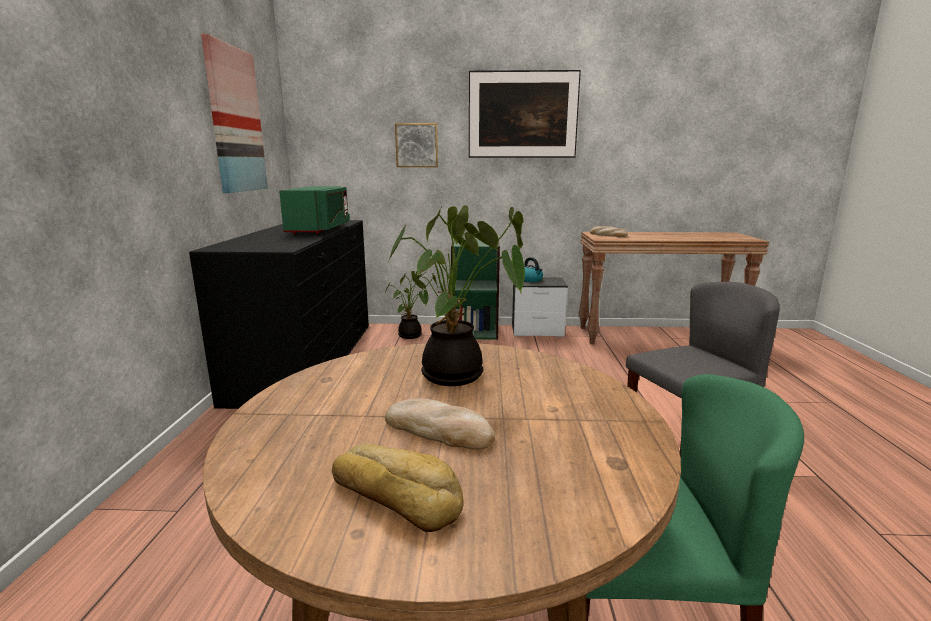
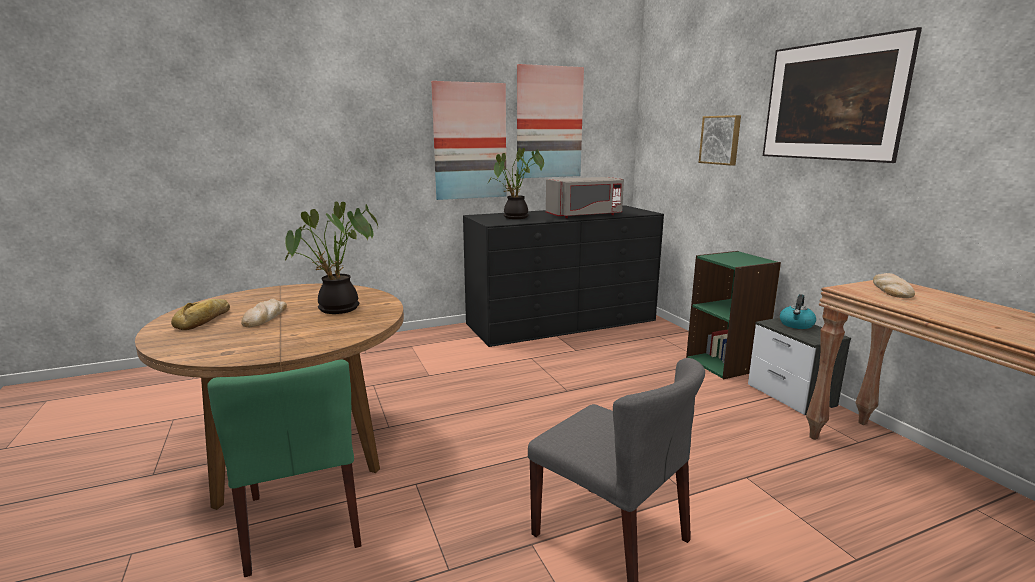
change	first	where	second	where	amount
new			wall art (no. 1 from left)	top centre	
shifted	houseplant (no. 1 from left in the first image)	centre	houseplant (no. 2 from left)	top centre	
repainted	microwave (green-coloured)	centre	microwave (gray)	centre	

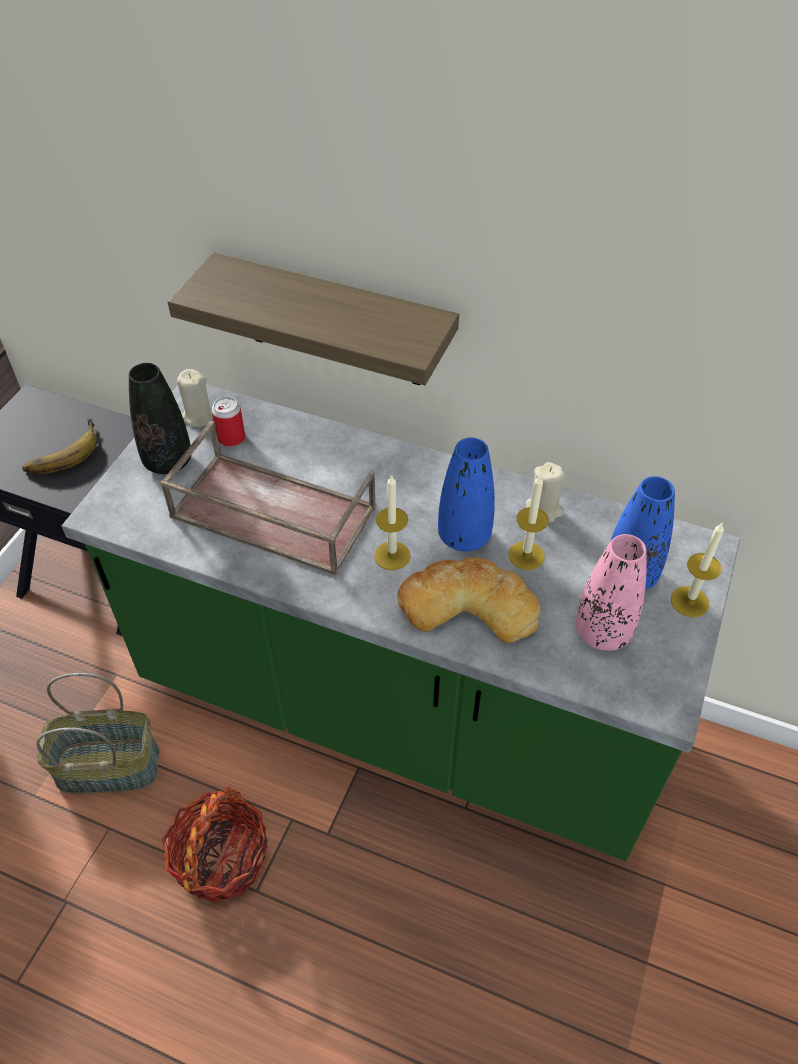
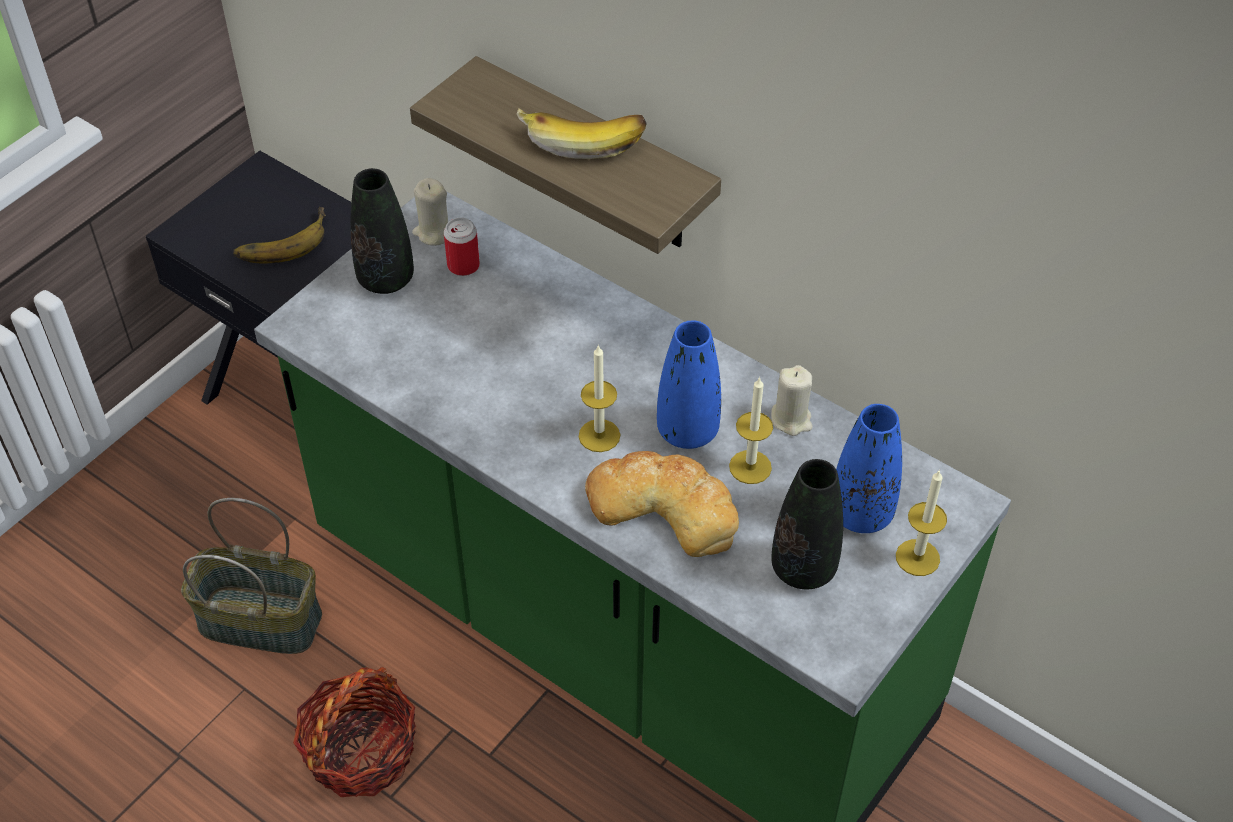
change	first	where	second	where	amount
gone	tray (brown-coloured)	centre			
new			banana (no. 2 from left)	top centre	
repainted	flower vase (pink-coloured)	middle right	flower vase (black) (no. 2 from left)	centre	

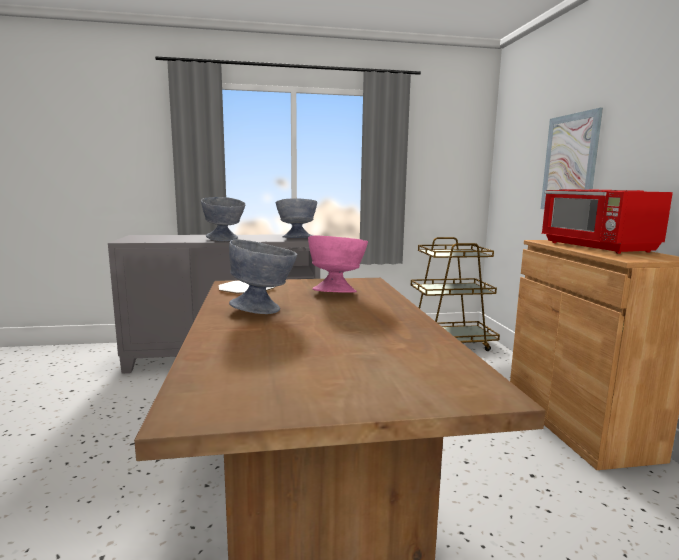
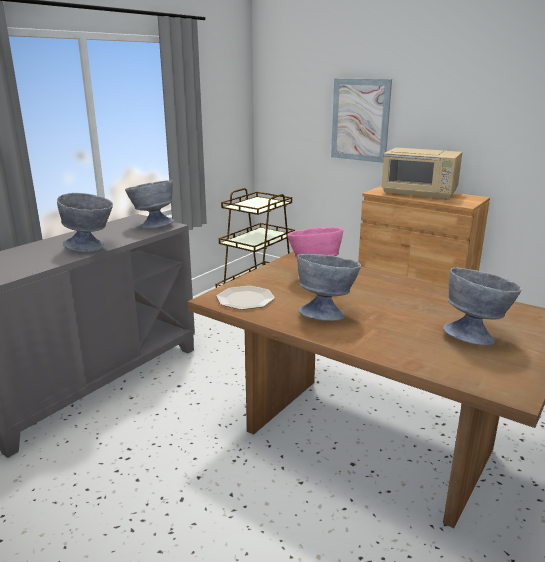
change	first	where	second	where	amount
new			serving bowl (gray) (no. 4 from left)	middle right	
repainted	microwave (red-coloured)	middle right	microwave (beige)	top right	

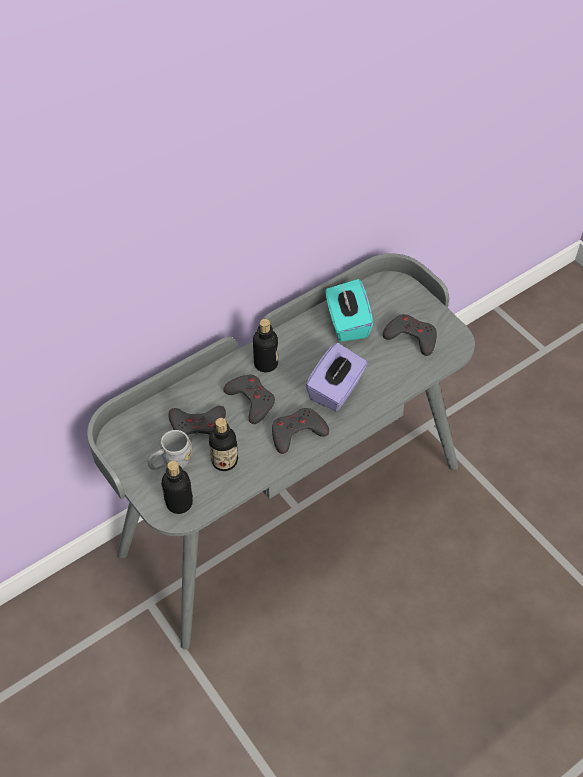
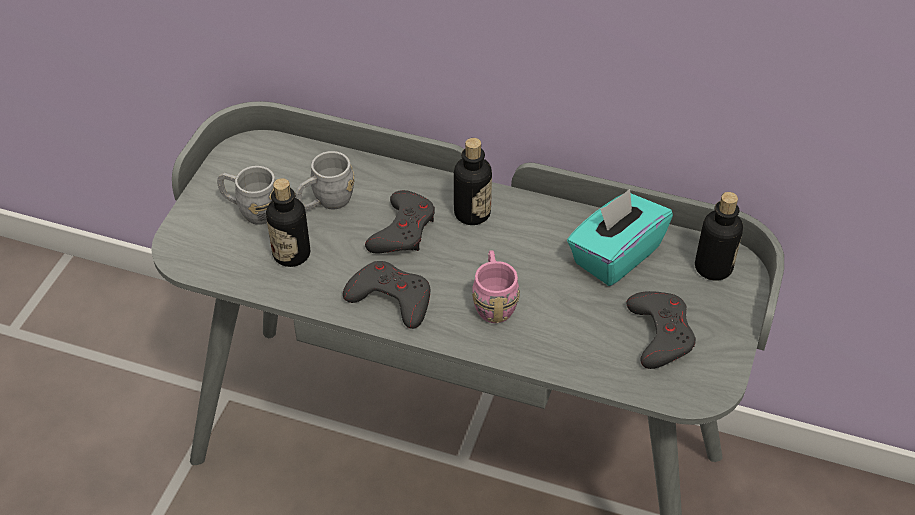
change	first	where	second	where	amount
shifted	bottle (no. 1 from left in the first image)	middle left	bottle (no. 3 from left)	middle right	
swapped	game controller (gray) (no. 1 from left)	centre	coffee mug (gray) (no. 2 from left)	centre	
swapped	tissue holder (purplish)	centre	coffee mug (pink-coloured)	centre	

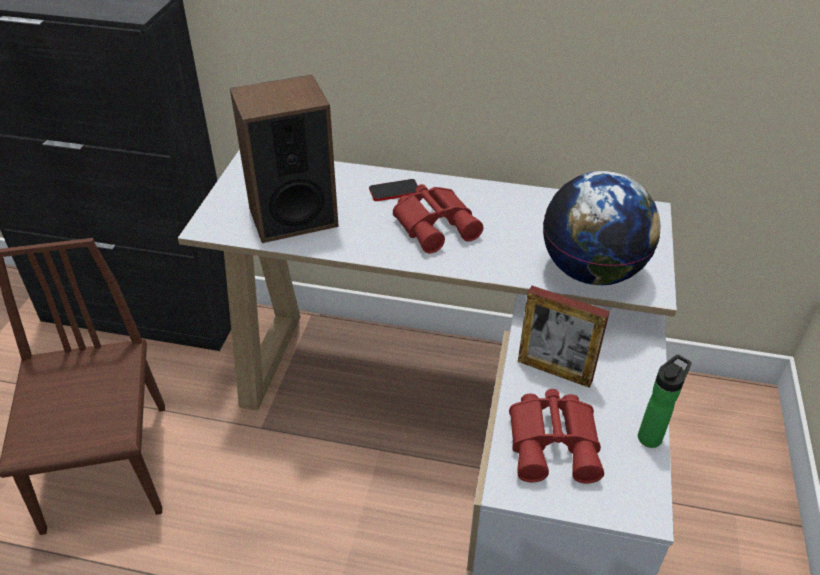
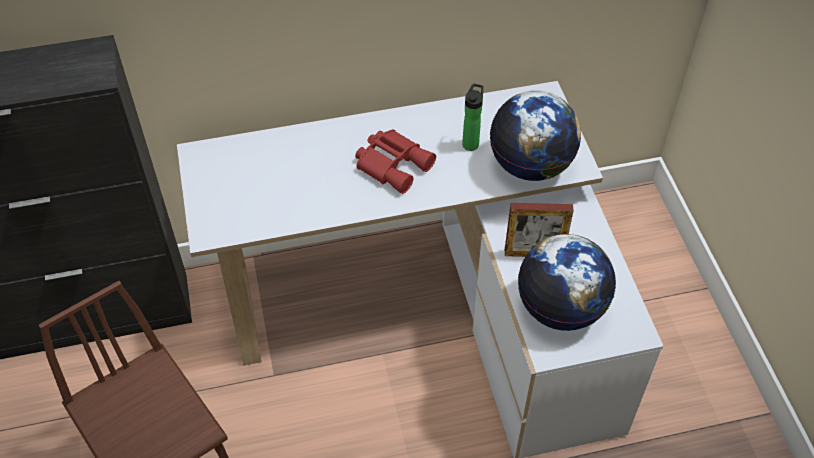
change	first	where	second	where	amount
gone	speaker	top centre			
gone	telephone	top centre			
shifted	bottle	bottom right		top centre	
swapped	field glasses (red-coloured) (no. 2 from left)	bottom right	world globe (no. 2 from left)	middle right	

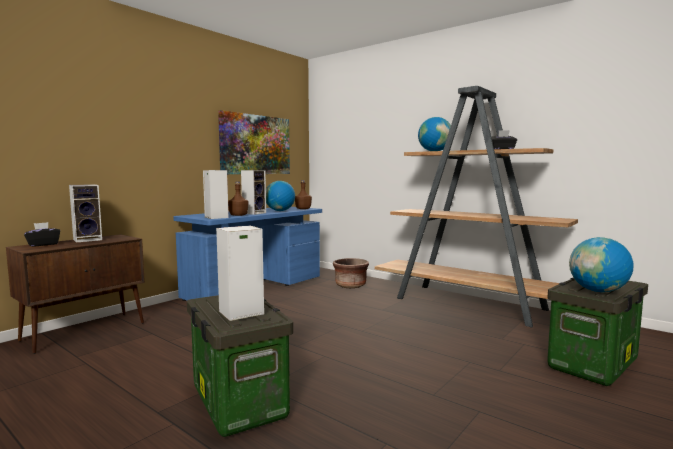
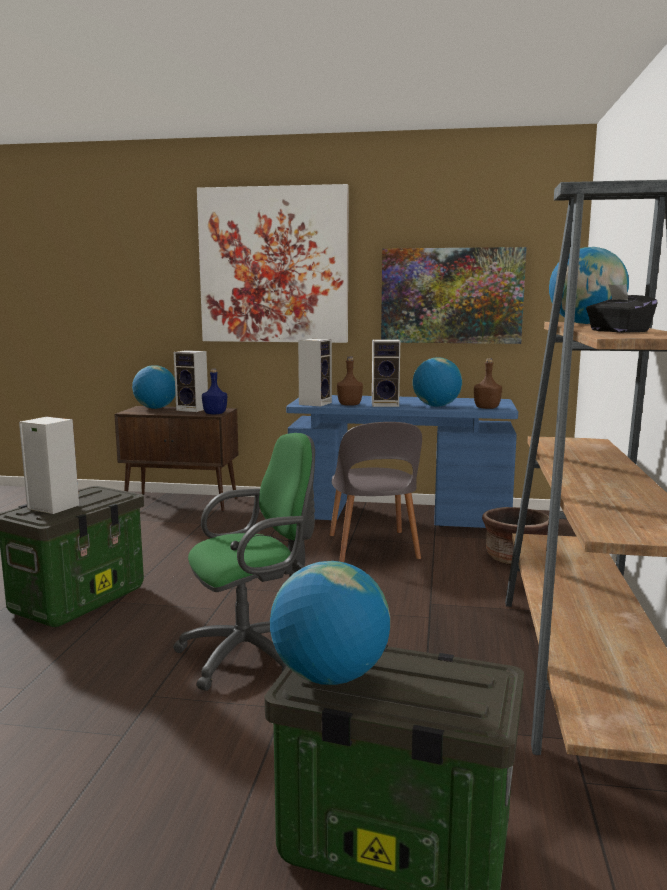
change	first	where	second	where	amount
new			desk chair (green-coloured)	centre	
new			wall art (no. 1 from left)	top centre	
new			bottle (blue-coloured)	middle left	
new			chair (gray)	centre	
swapped	tissue holder (black) (no. 1 from left)	middle left	world globe (no. 1 from left)	middle left	

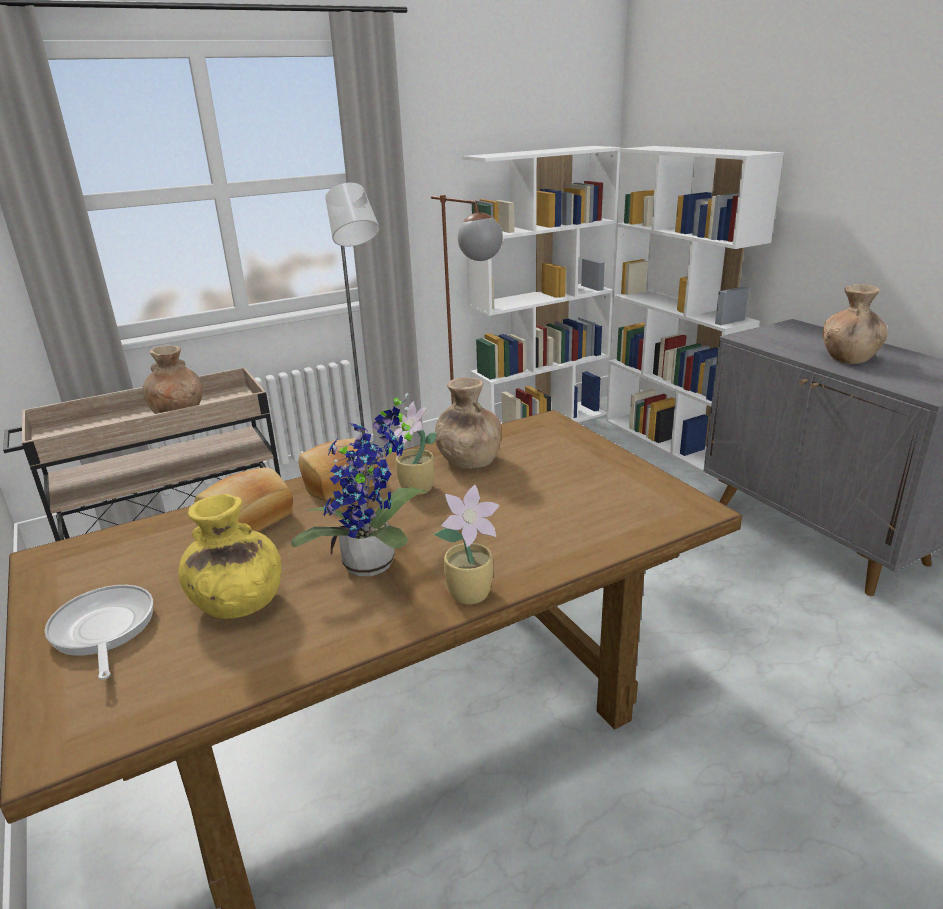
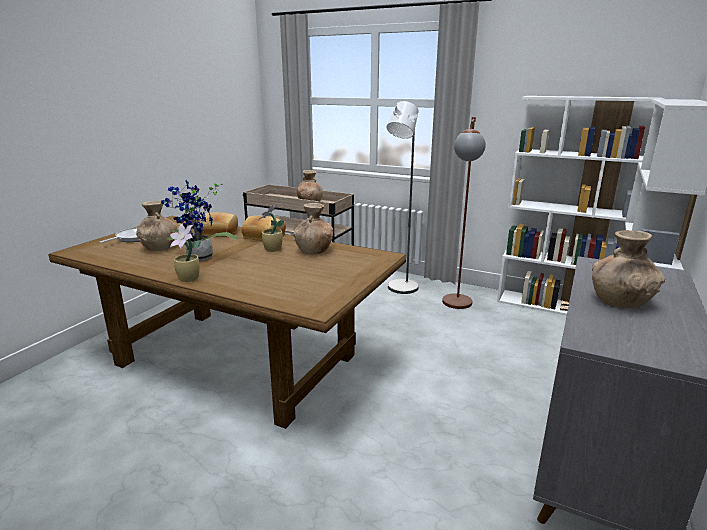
change	first	where	second	where	amount
repainted	flower vase (yellow-coloured)	middle left	flower vase (brown-coloured) (no. 1 from left)	middle left	

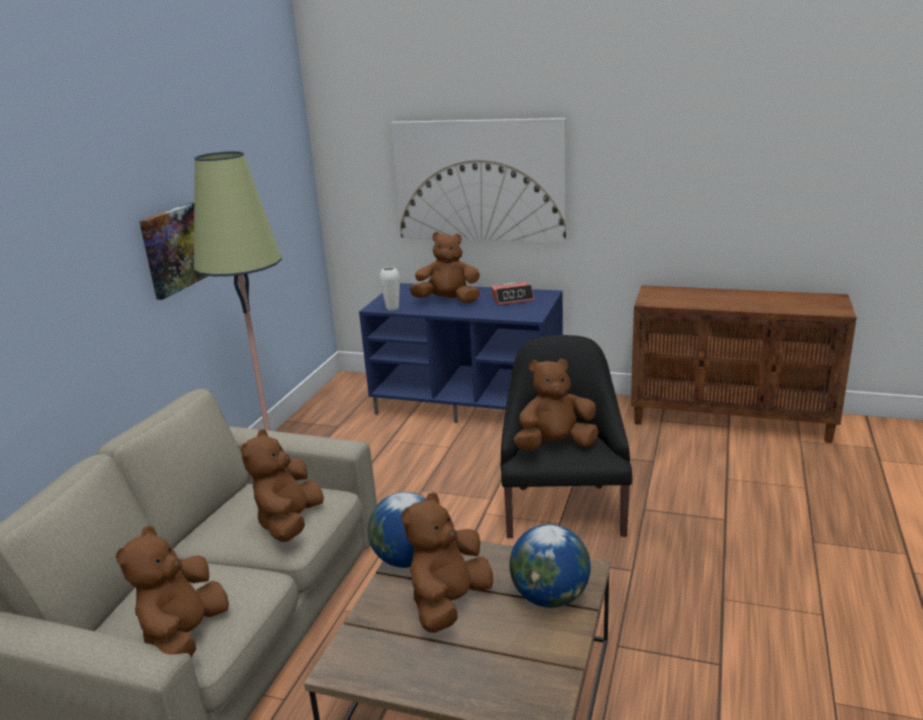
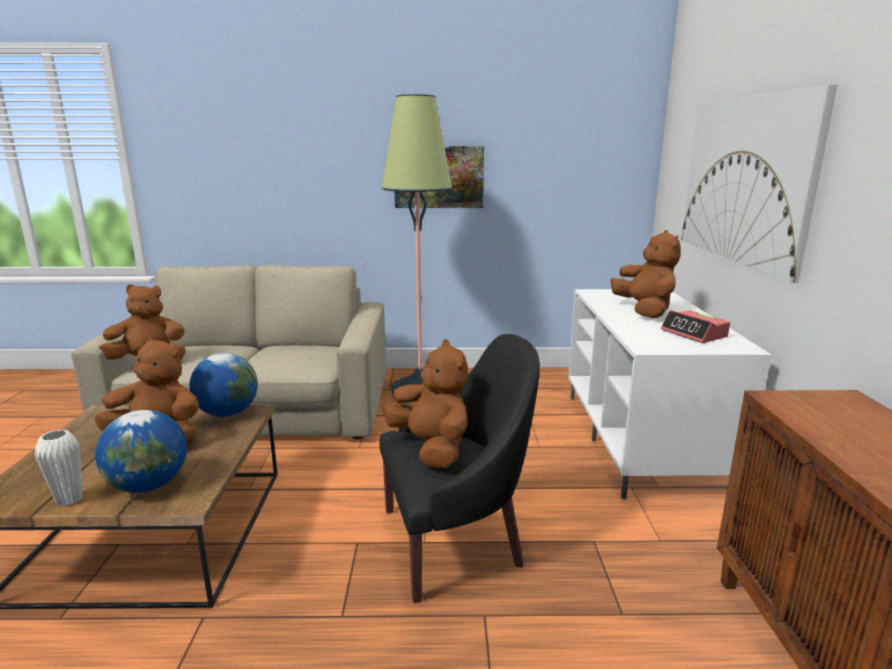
change	first	where	second	where	amount
gone	cuddly toy (brown-coloured) (no. 2 from left)	bottom left			
shifted	flower vase (white)	centre		bottom left	
repainted	media console (blue-coloured)	centre	media console (white)	middle right	

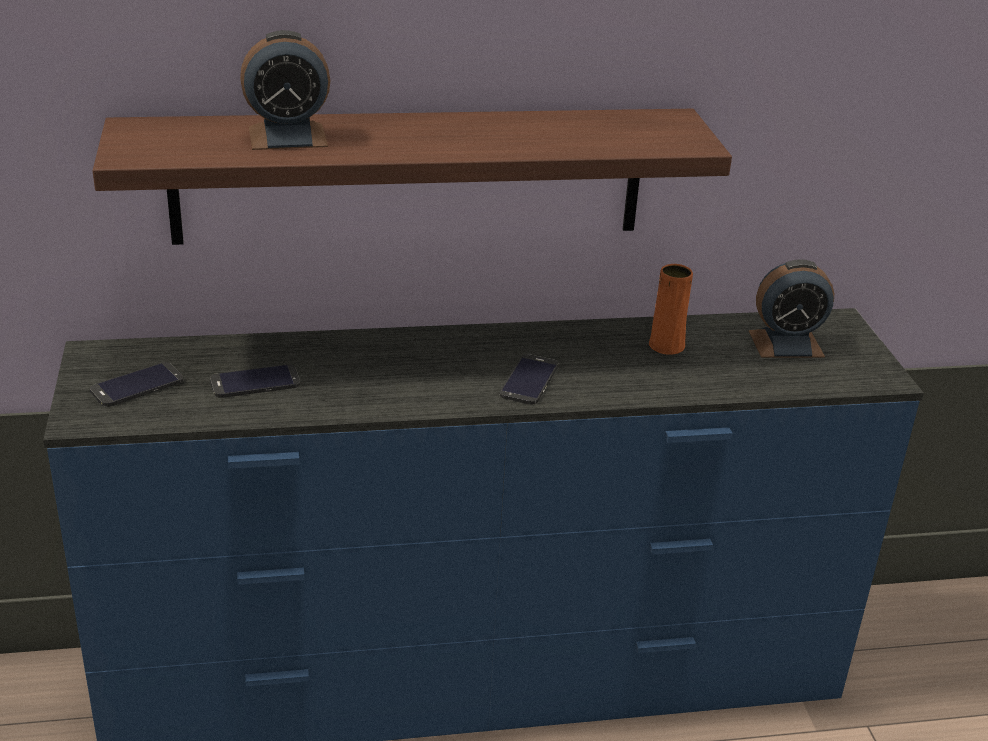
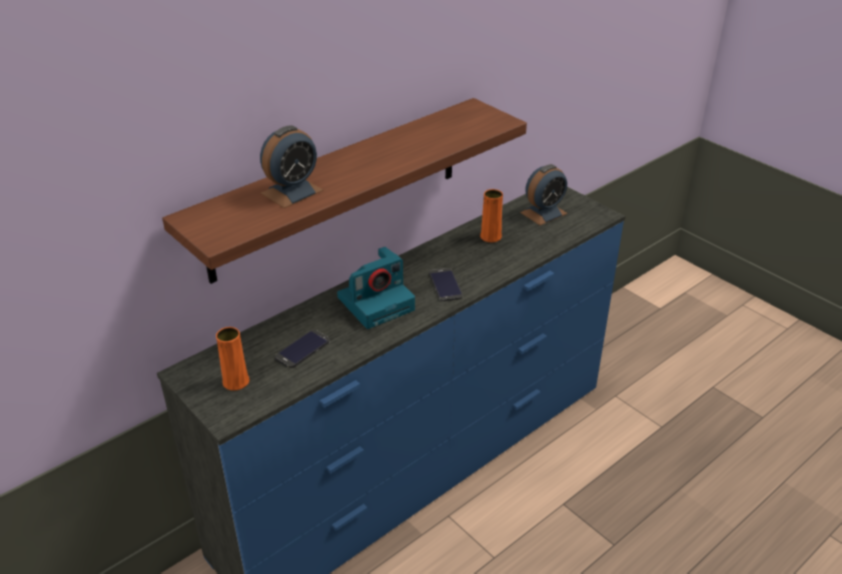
change	first	where	second	where	amount
new			photo camera	centre	
swapped	telephone (no. 1 from left)	middle left	flower vase (orange) (no. 1 from left)	middle left	

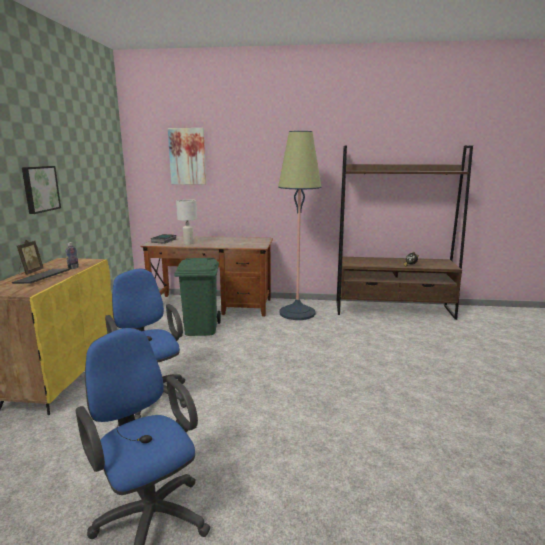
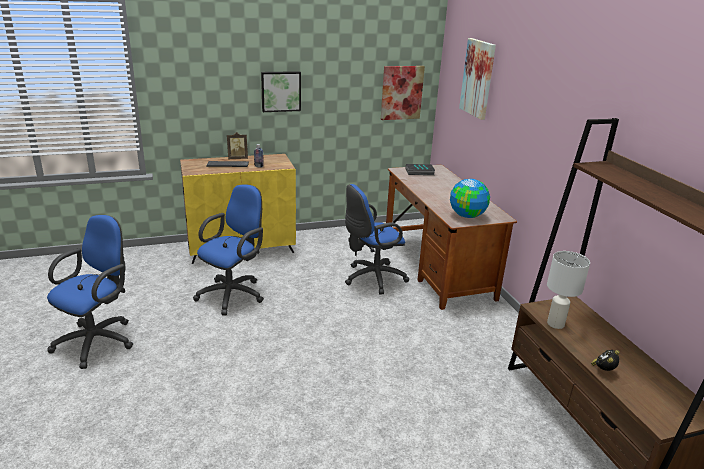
change	first	where	second	where	amount
gone	standard lamp	centre			
new			wall art (no. 2 from left)	top centre	
new			world globe	middle right	
shifted	tabletop lamp (white)	centre		middle right	
swapped	trash can (green-coloured)	centre	desk chair (blue-coloured) (no. 3 from left)	centre	

